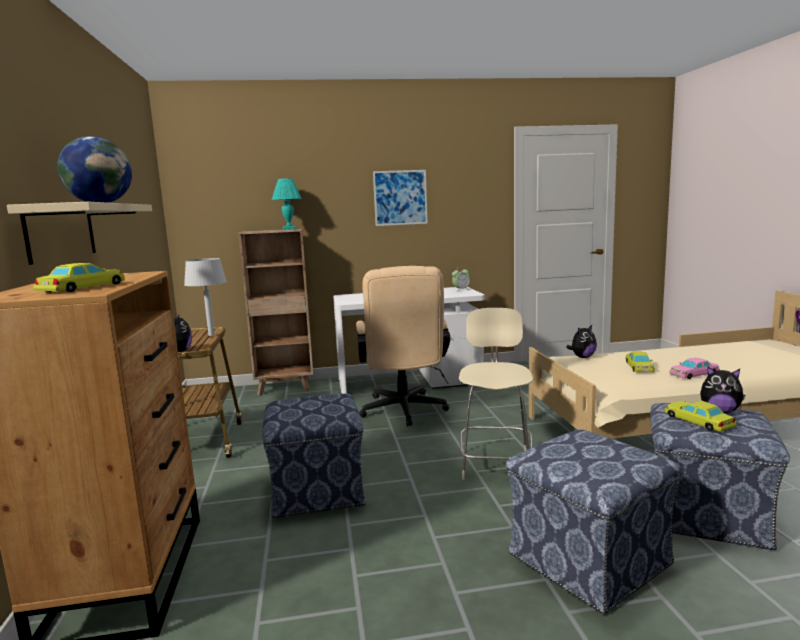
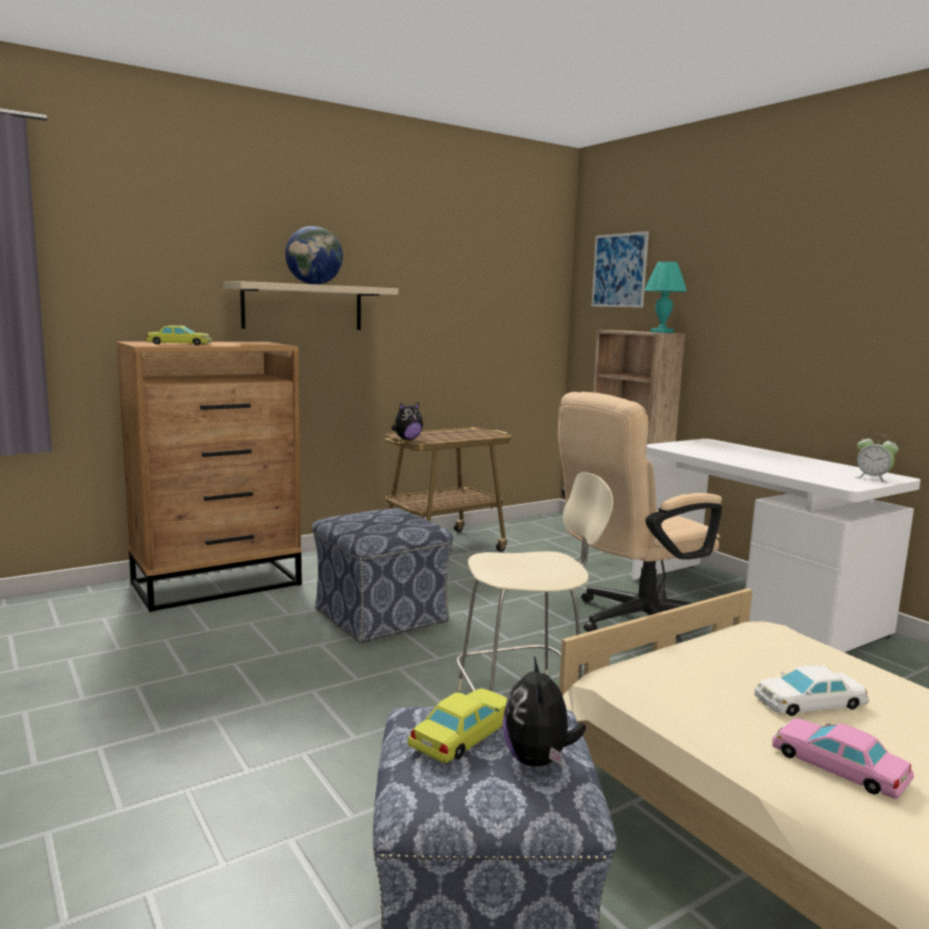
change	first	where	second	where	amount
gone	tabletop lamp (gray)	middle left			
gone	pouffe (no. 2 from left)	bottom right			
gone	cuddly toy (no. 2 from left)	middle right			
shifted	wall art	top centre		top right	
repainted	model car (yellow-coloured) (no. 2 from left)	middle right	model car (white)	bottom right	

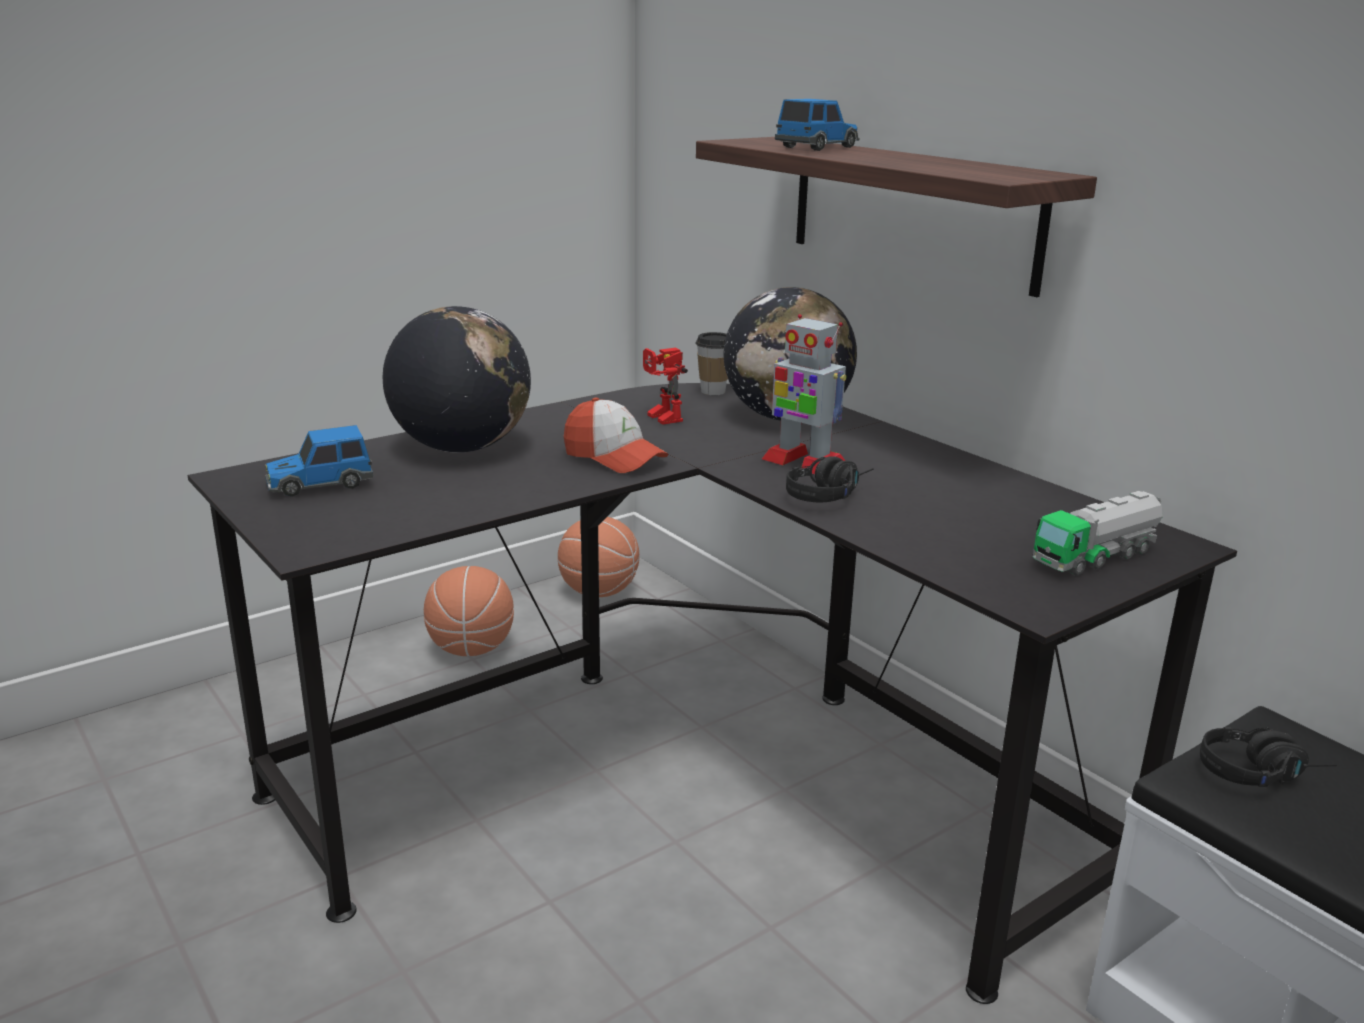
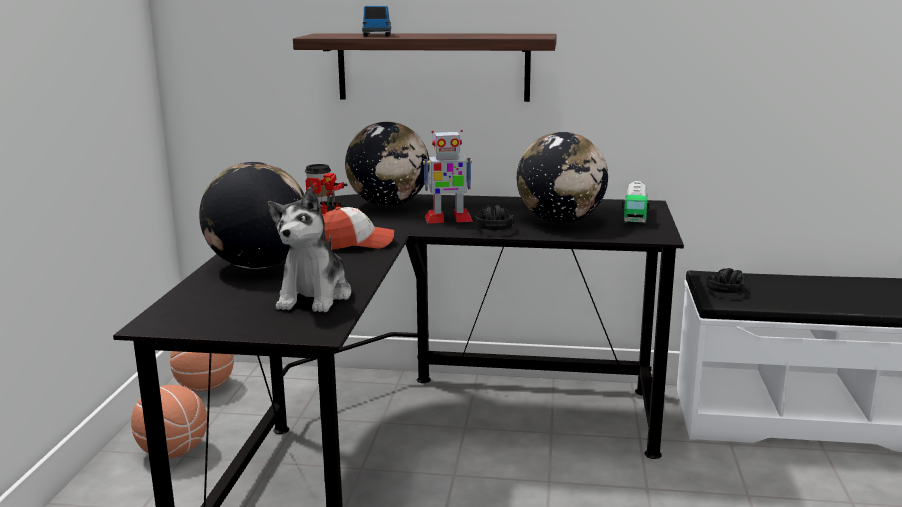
change	first	where	second	where	amount
gone	model car (no. 1 from left)	middle left			
new			cuddly toy	centre	
new			world globe (no. 3 from left)	centre	

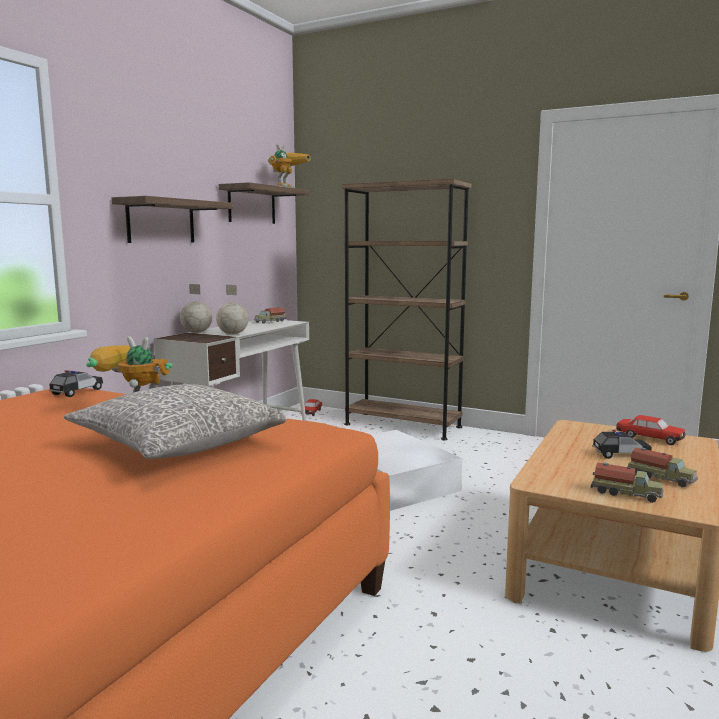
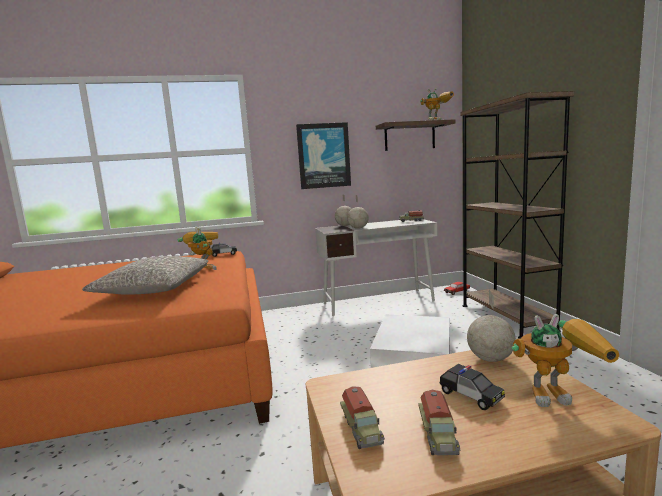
change	first	where	second	where	amount
new			world globe (no. 3 from left)	middle right	
swapped	wall shelf (no. 1 from left)	top left	wall art	top centre	
swapped	model car (no. 4 from left)	middle right	model robot (no. 3 from left)	bottom right	

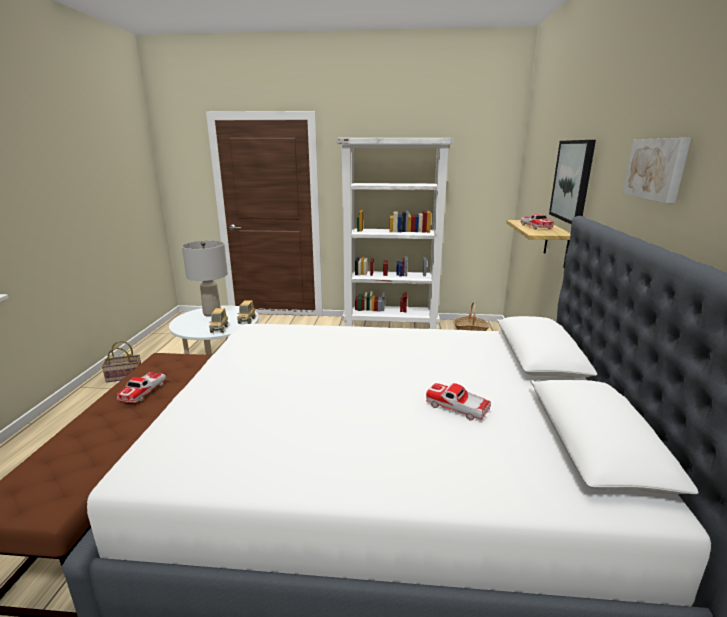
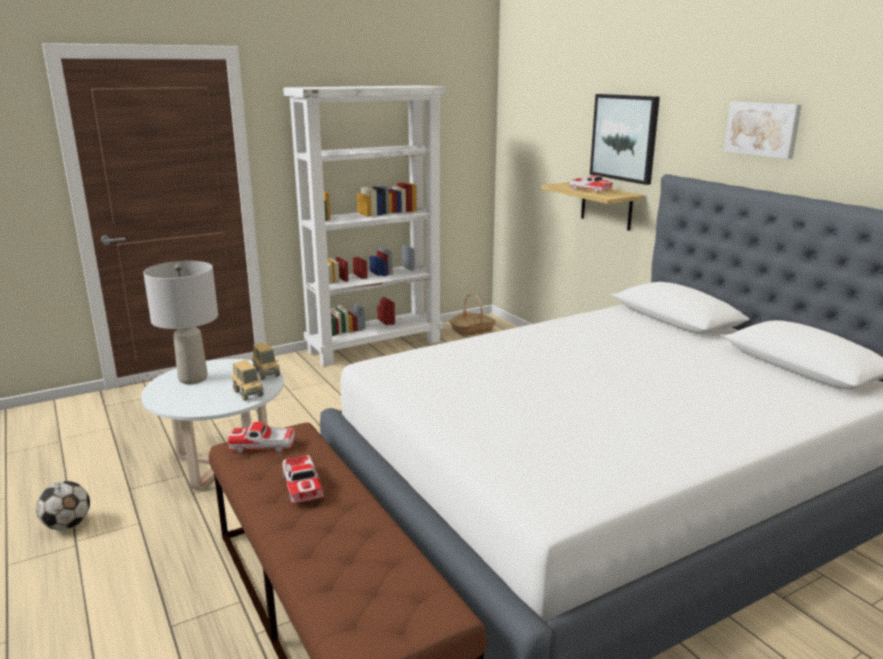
change	first	where	second	where	amount
shifted	model car (no. 2 from left in the first image)	centre	model car (no. 1 from left)	middle left	
swapped	household basket (no. 1 from left)	middle left	football	bottom left	

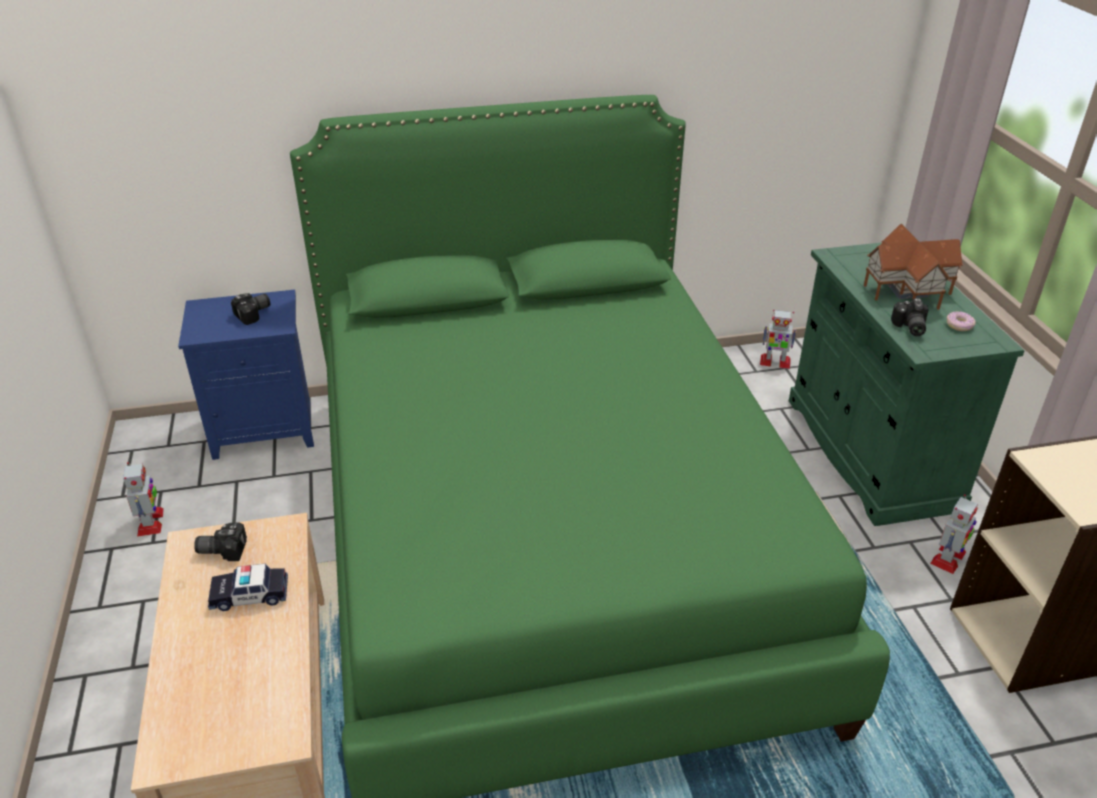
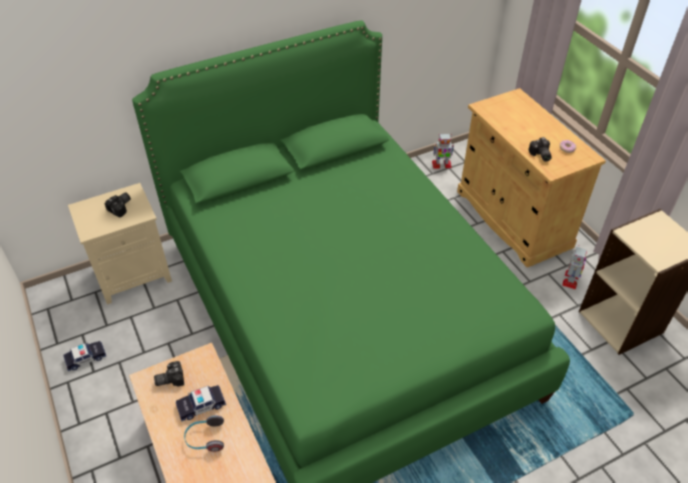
change	first	where	second	where	amount
gone	model house	middle right			
new			headphones	bottom left	
swapped	model robot (no. 1 from left)	middle left	model car (no. 1 from left)	bottom left	
repainted	bedside table (blue-coloured)	middle left	bedside table (beige)	middle left	
repainted	cabinet (green-coloured)	middle right	cabinet (beige)	middle right	

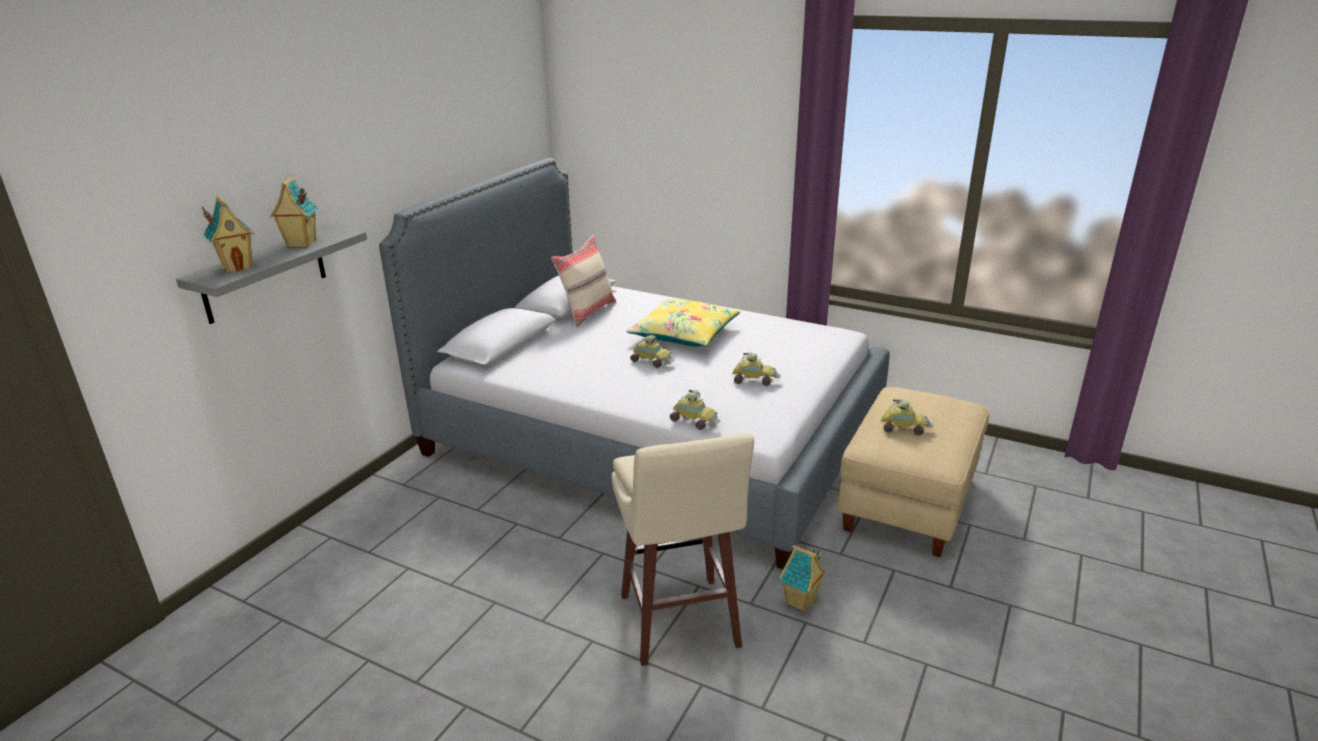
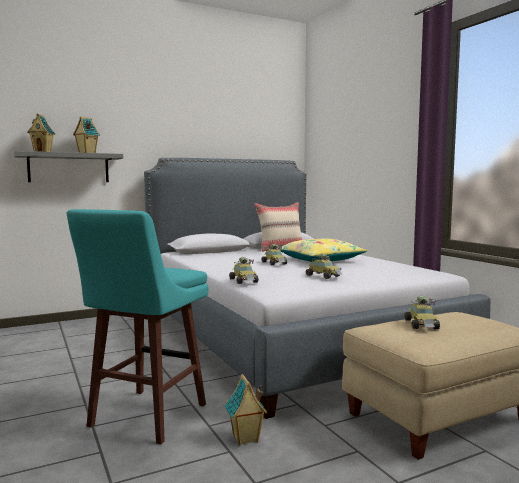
change	first	where	second	where	amount
repainted	sitting stool (beige)	bottom centre	sitting stool (turquoise)	bottom left	
rotated	model car (no. 4 from left)	middle right		middle right	45 degrees clockwise

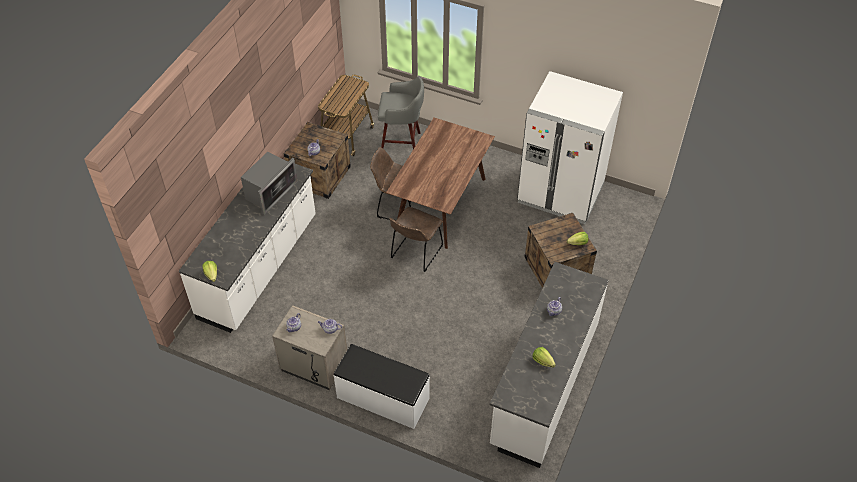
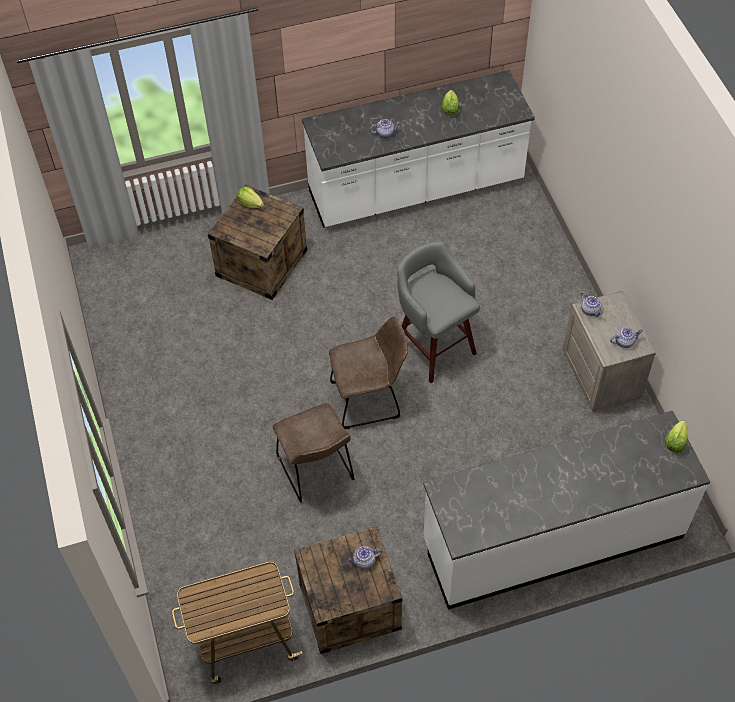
change	first	where	second	where	amount
gone	microwave	middle left			
gone	bench (white)	bottom centre			
gone	kitchen table (brown-coloured)	centre			
gone	fridge (white)	top centre			
shifted	sitting stool (gray)	top centre		centre	

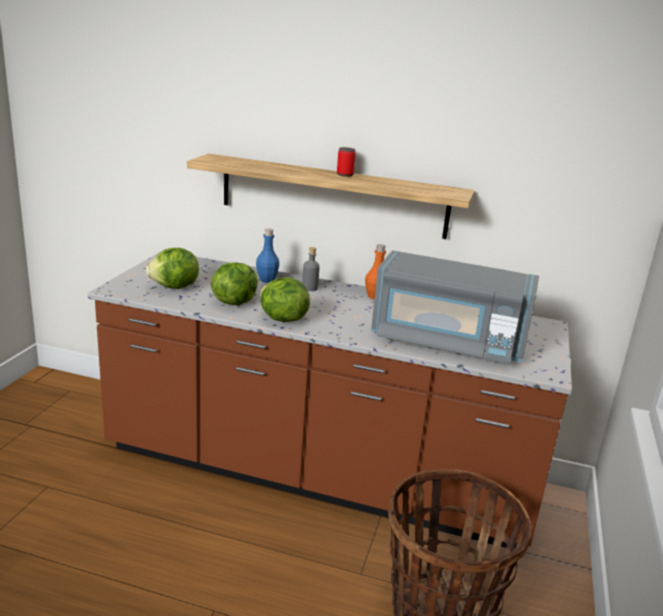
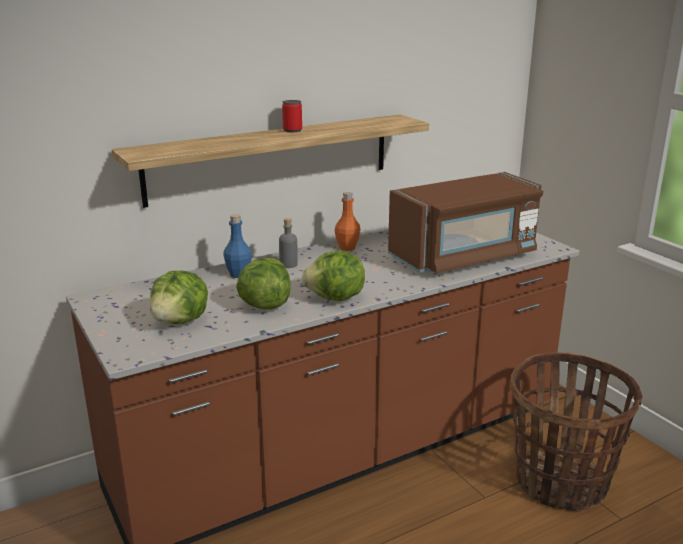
change	first	where	second	where	amount
repainted	microwave (gray)	middle right	microwave (brown-coloured)	middle right	

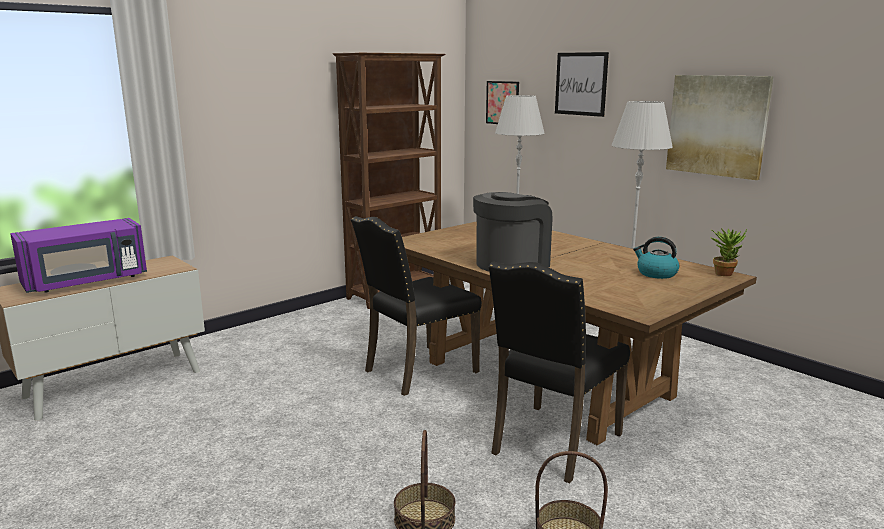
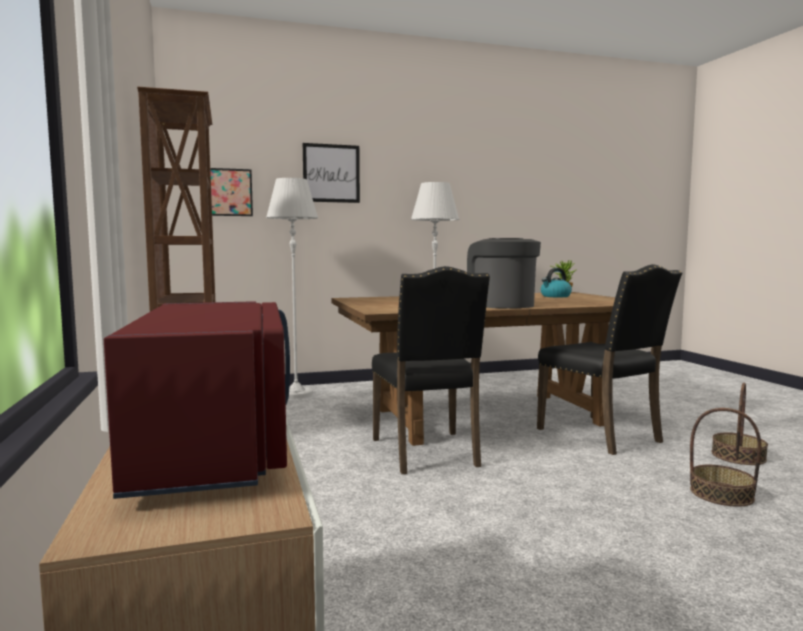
change	first	where	second	where	amount
gone	wall art (no. 3 from left)	top right			
repainted	microwave (purplish)	middle left	microwave (red-coloured)	middle left	

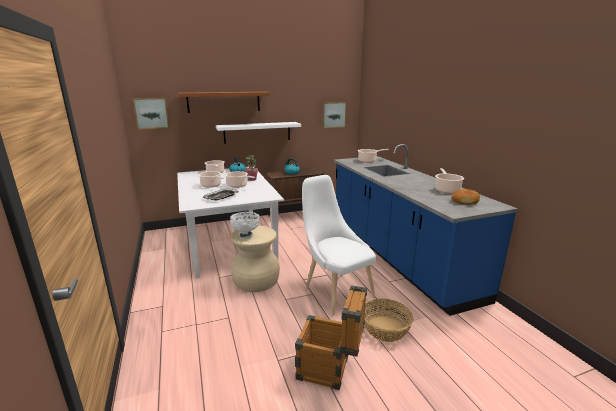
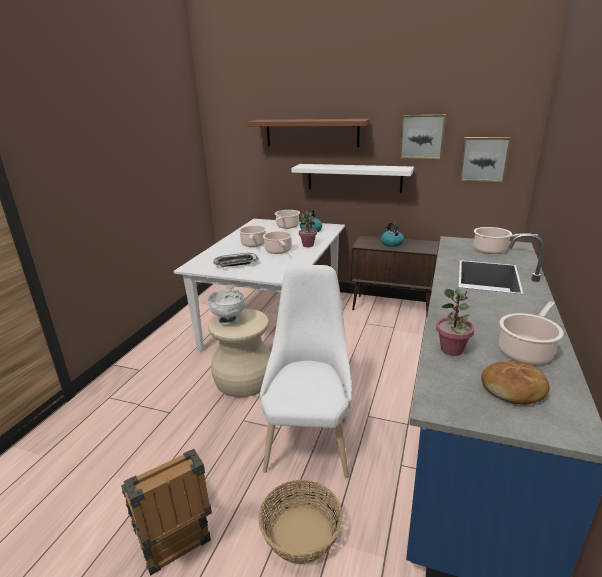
change	first	where	second	where	amount
new			houseplant (no. 2 from left)	middle right	
shifted	wall art (no. 1 from left)	top left		top right	

